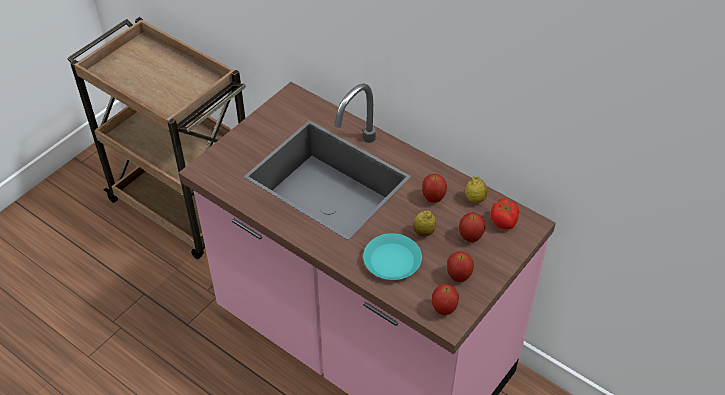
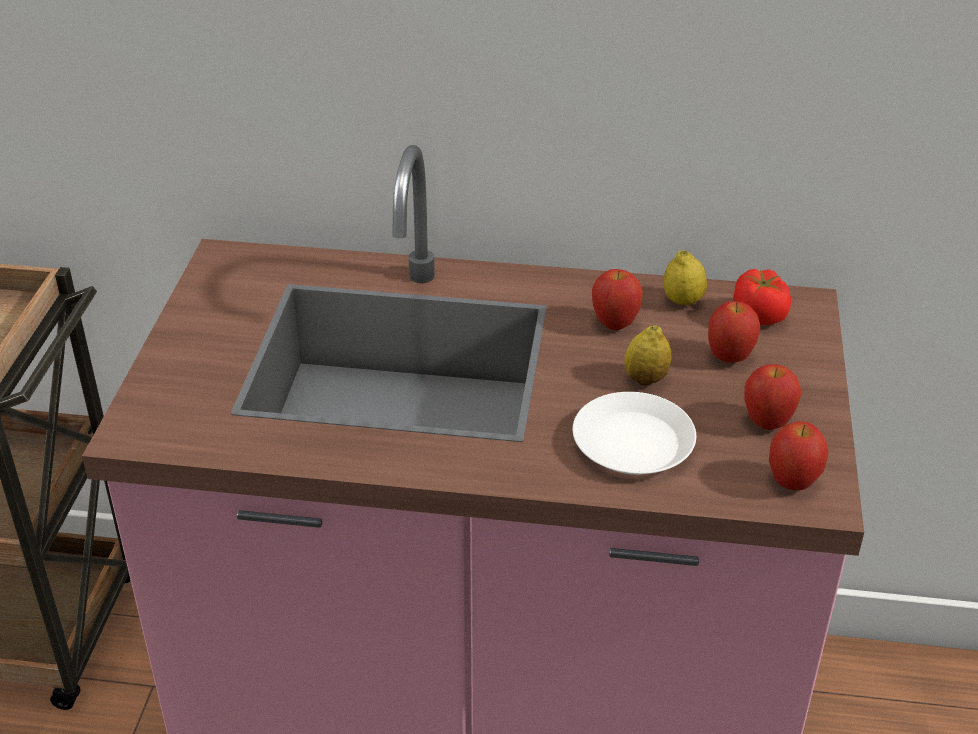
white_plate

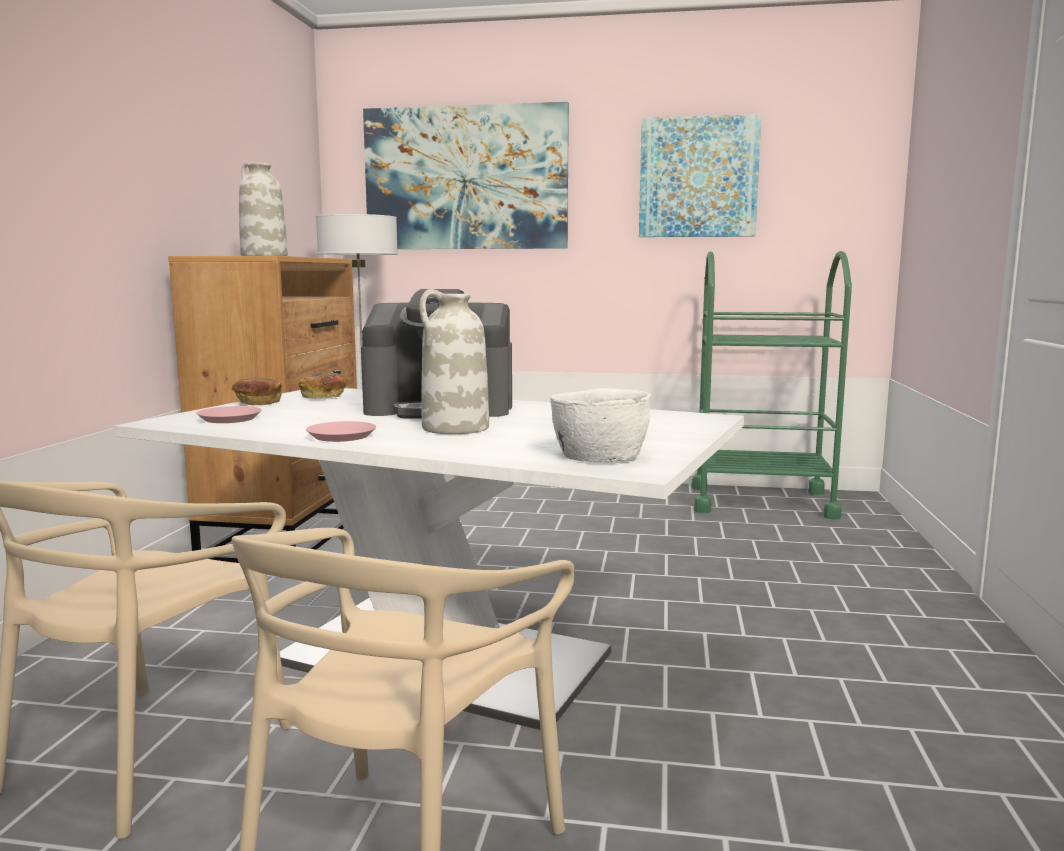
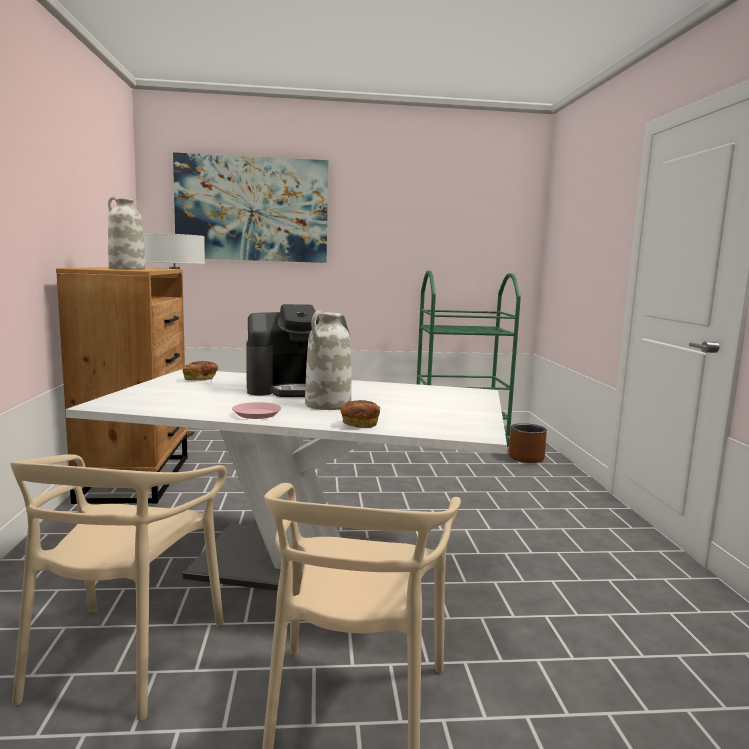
bread (no. 2 from left)
brown_planter
pink_plate (no. 1 from left in the first image)
white_bowl
picture (no. 2 from left in the first image)

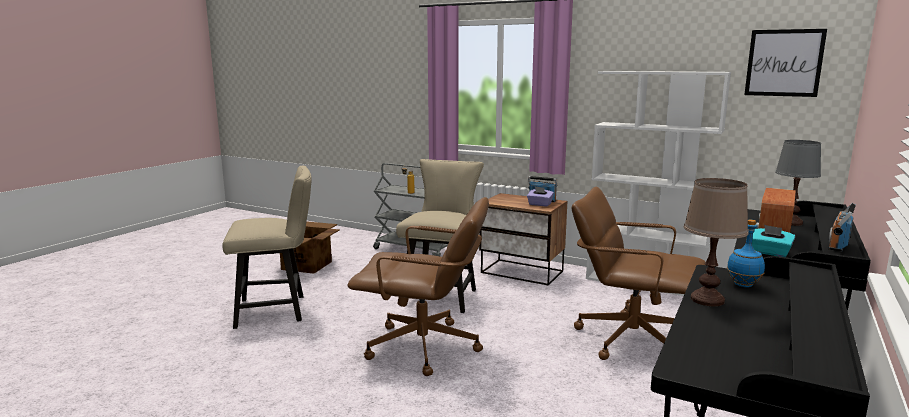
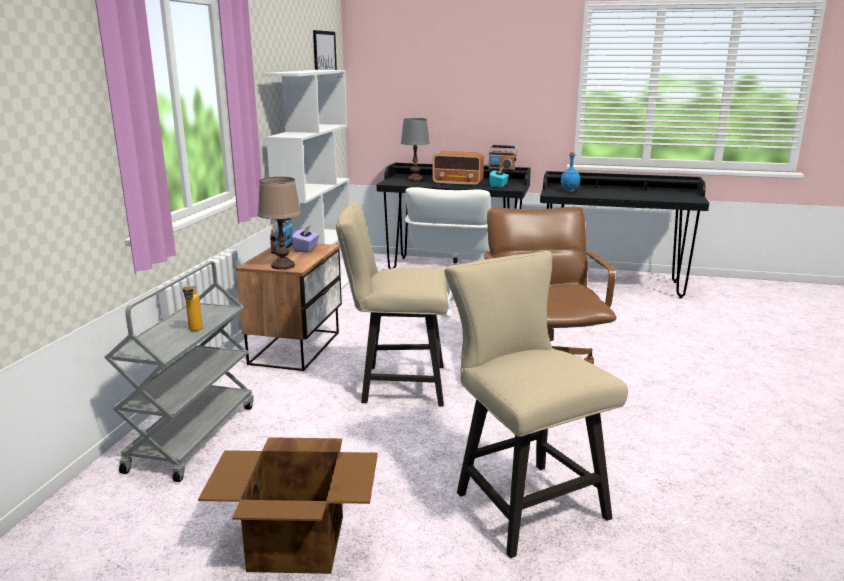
brown_table_lamp
white_office_chair

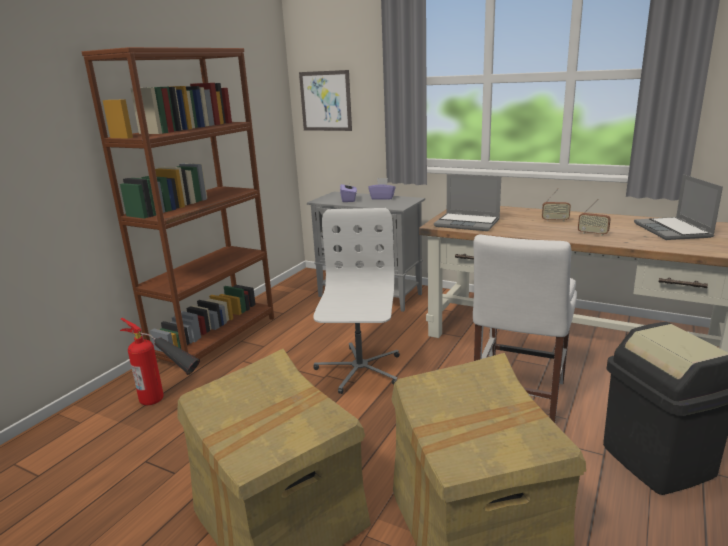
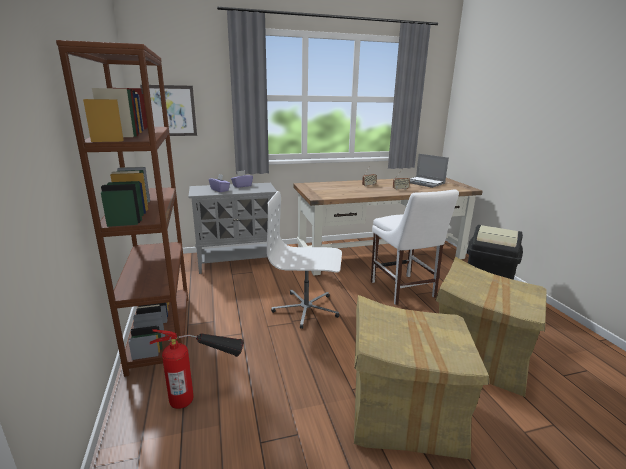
white_office_chair
laptop (no. 1 from left in the first image)

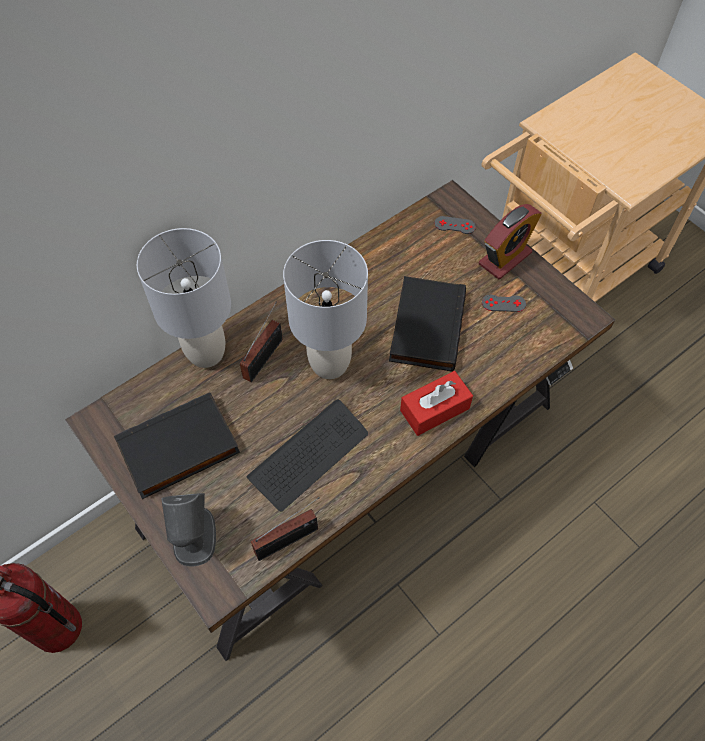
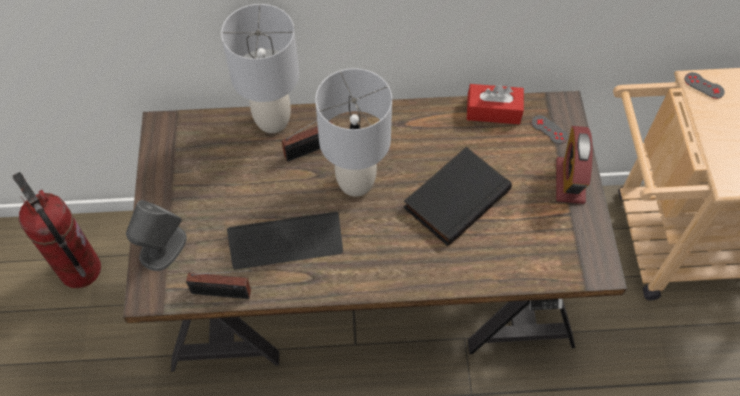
red_tissue_box
alarm_clock
grey_game_controller (no. 2 from left)
black_book (no. 1 from left in the first image)

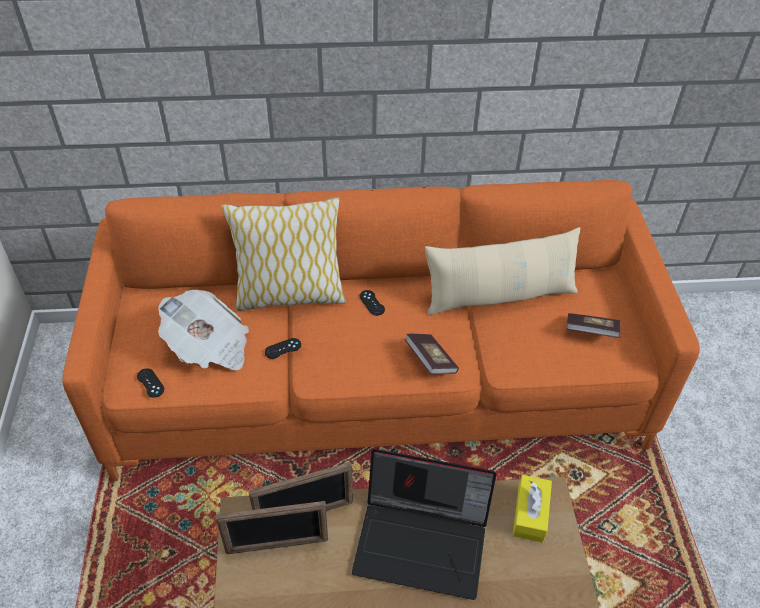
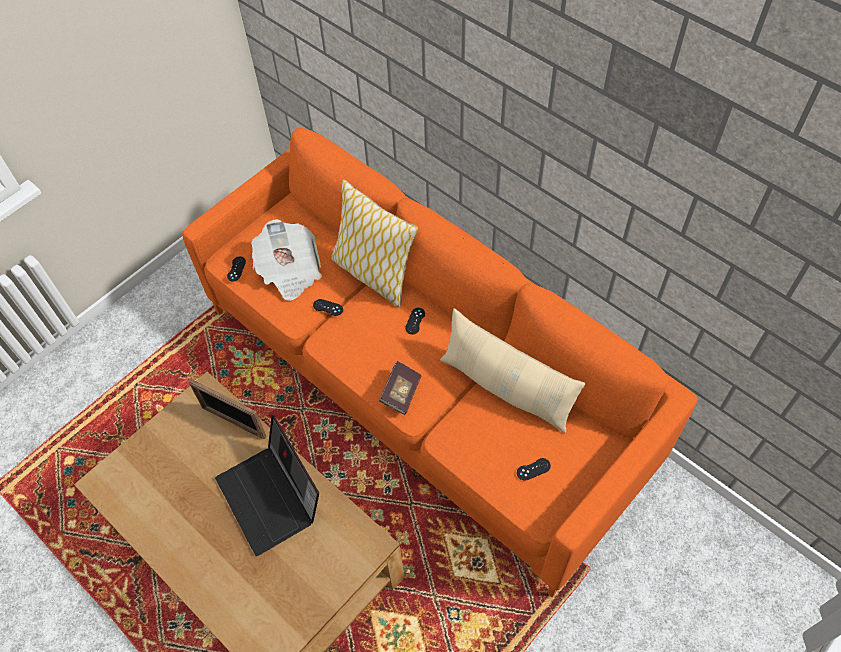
black_game_controller (no. 4 from left)
picture_frame (no. 1 from left in the first image)
yellow_tissue_box

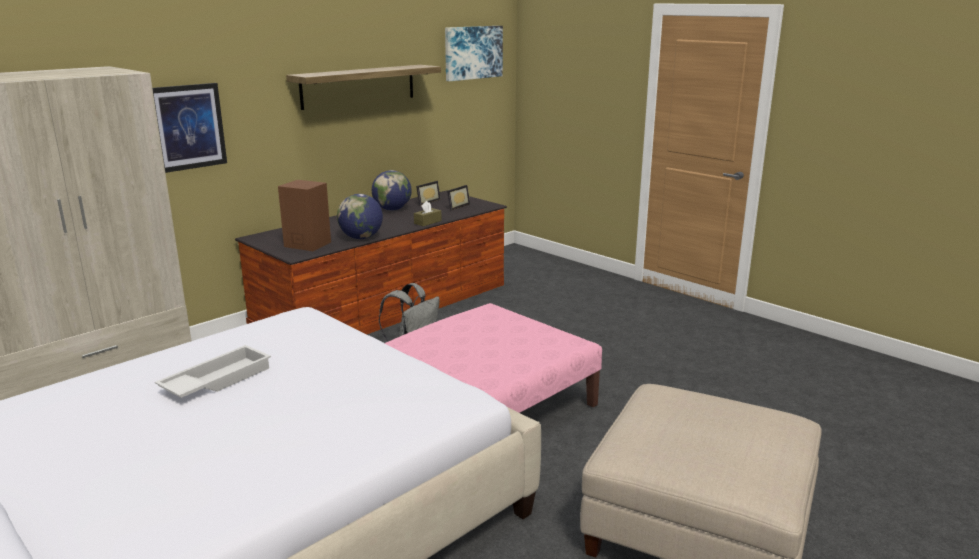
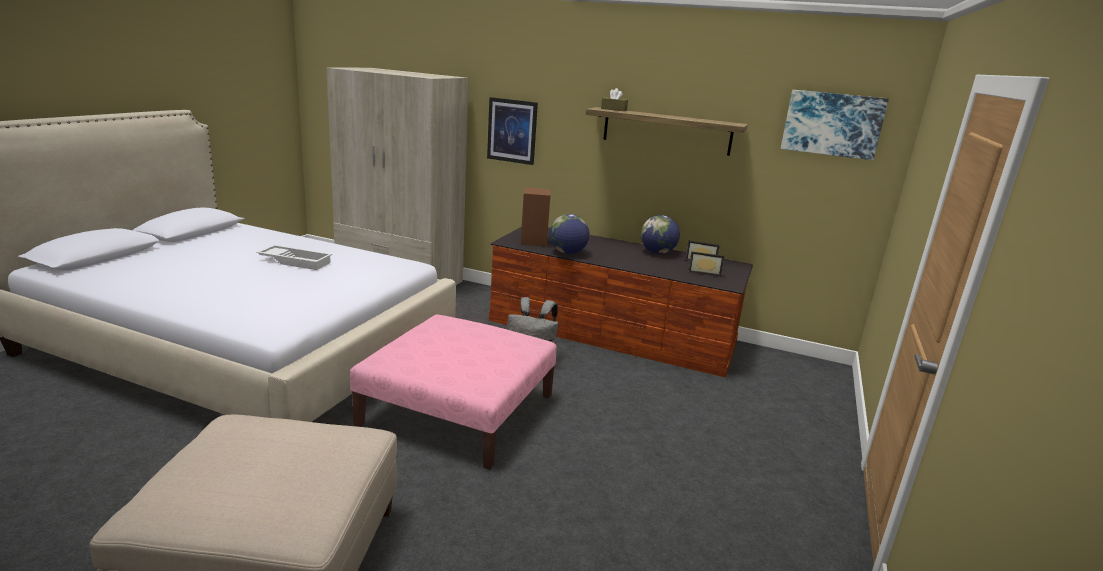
brown_tissue_box

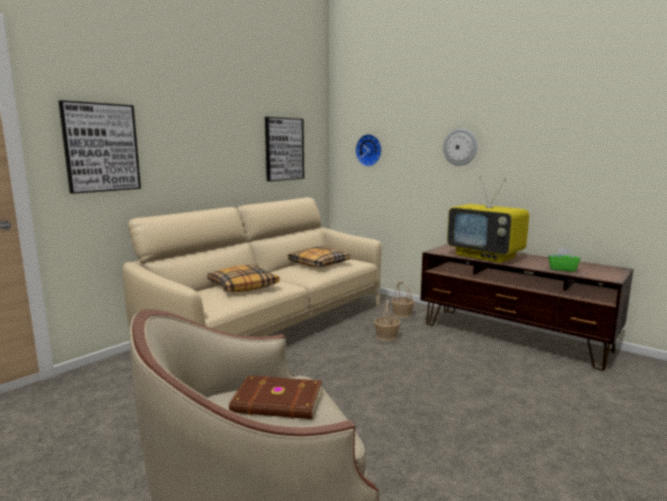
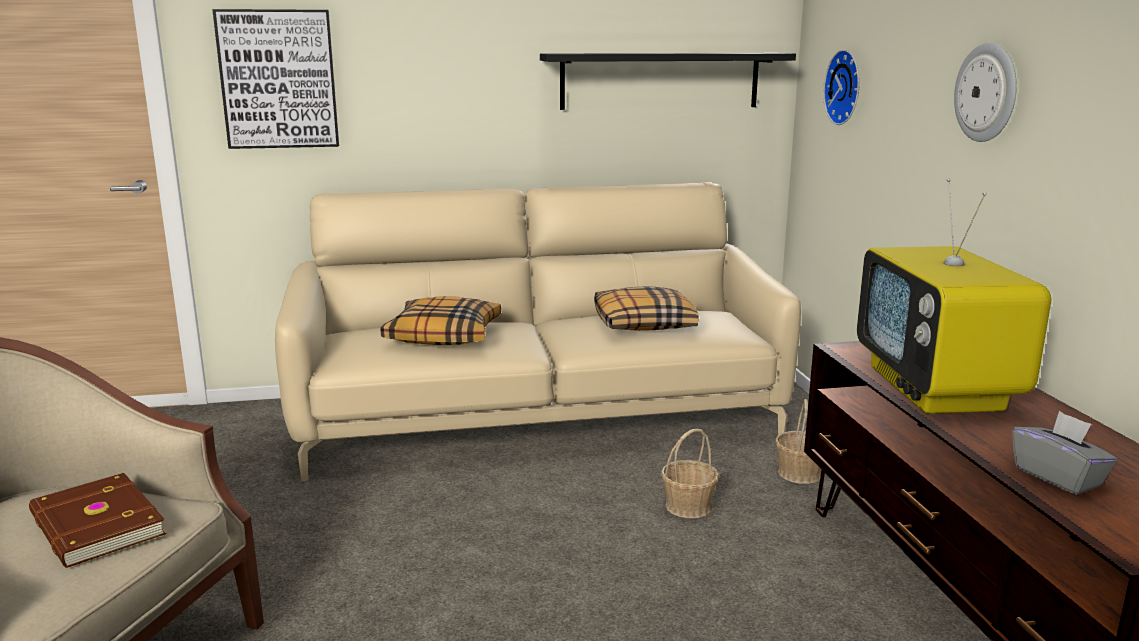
black_shelf
grey_tissue_box

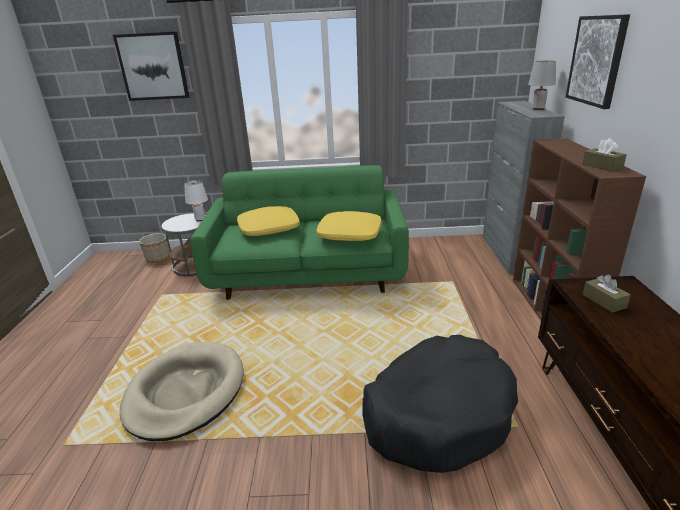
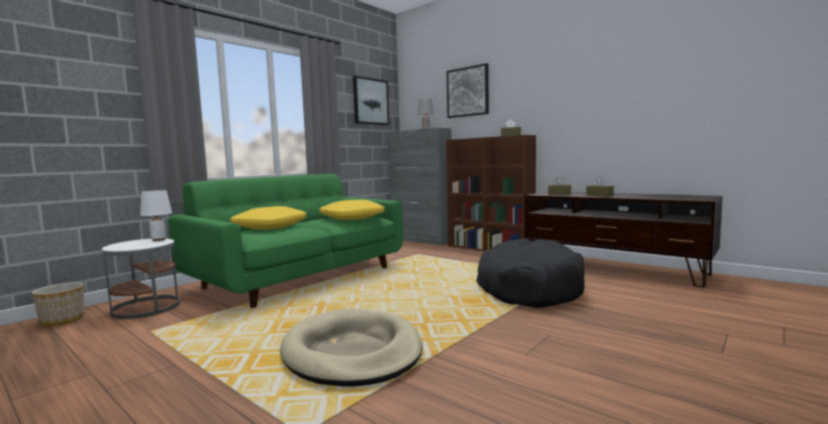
picture (no. 1 from left)
brown_tissue_box (no. 3 from left)

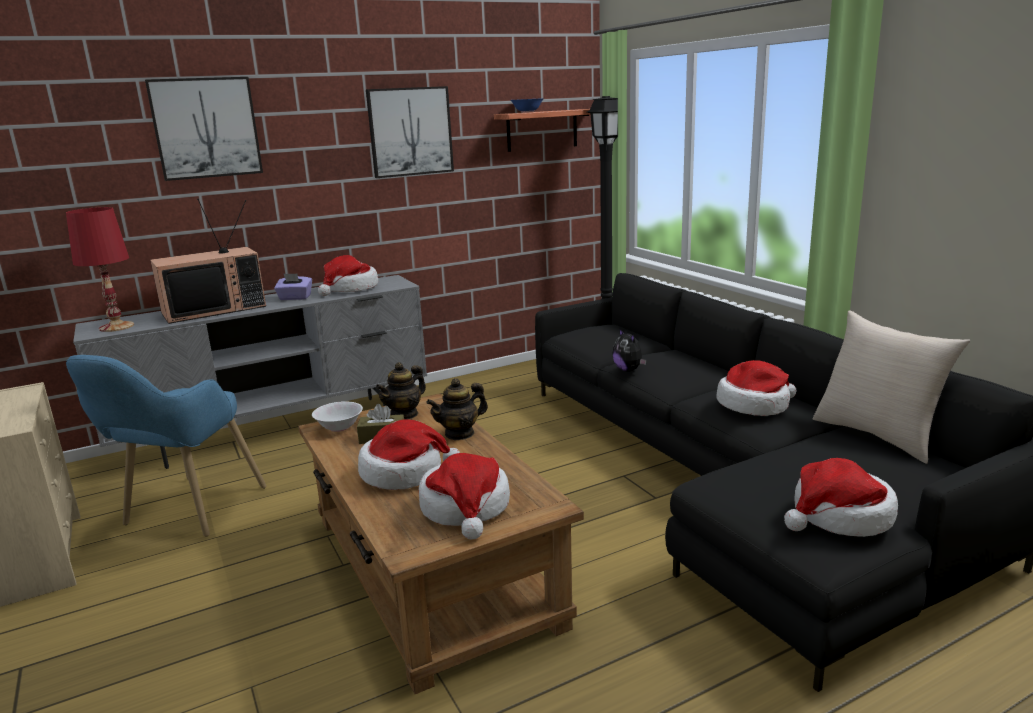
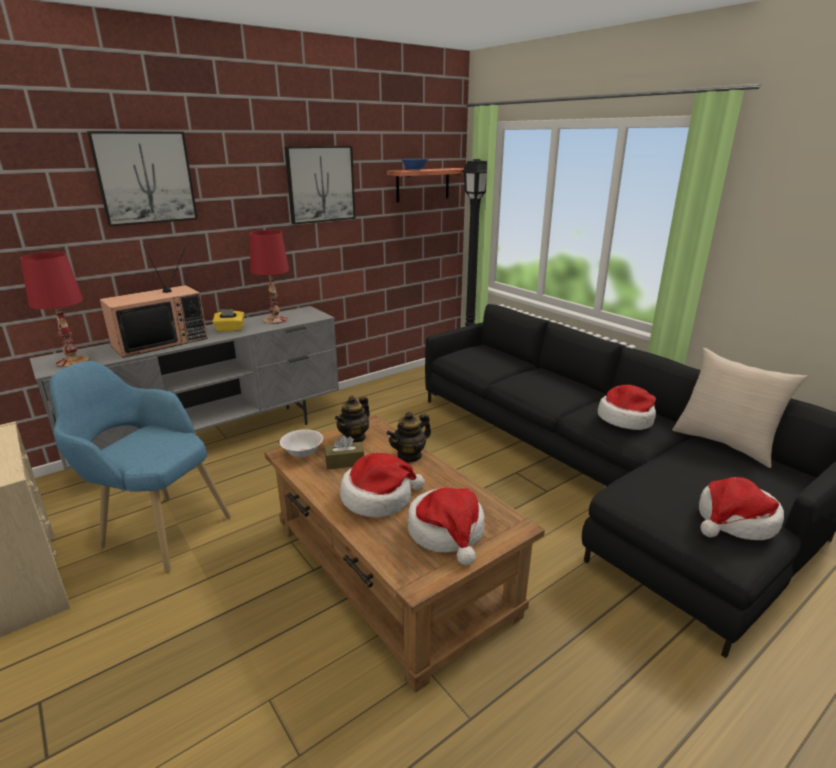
blue_armchair
yellow_tissue_box
red_table_lamp (no. 2 from left)
plush_toy

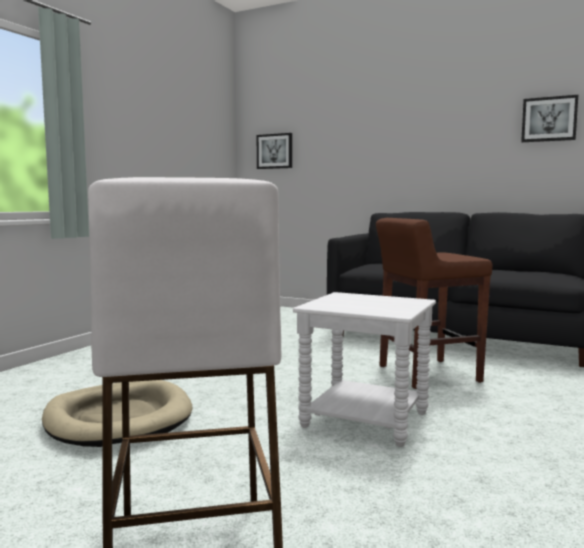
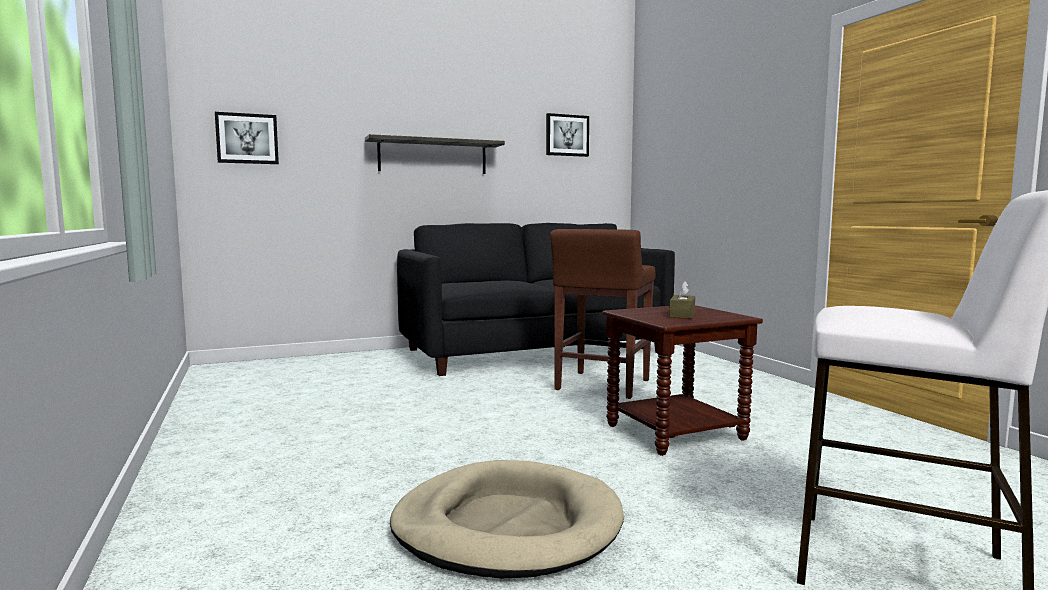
shelf
brown_side_table
brown_tissue_box

